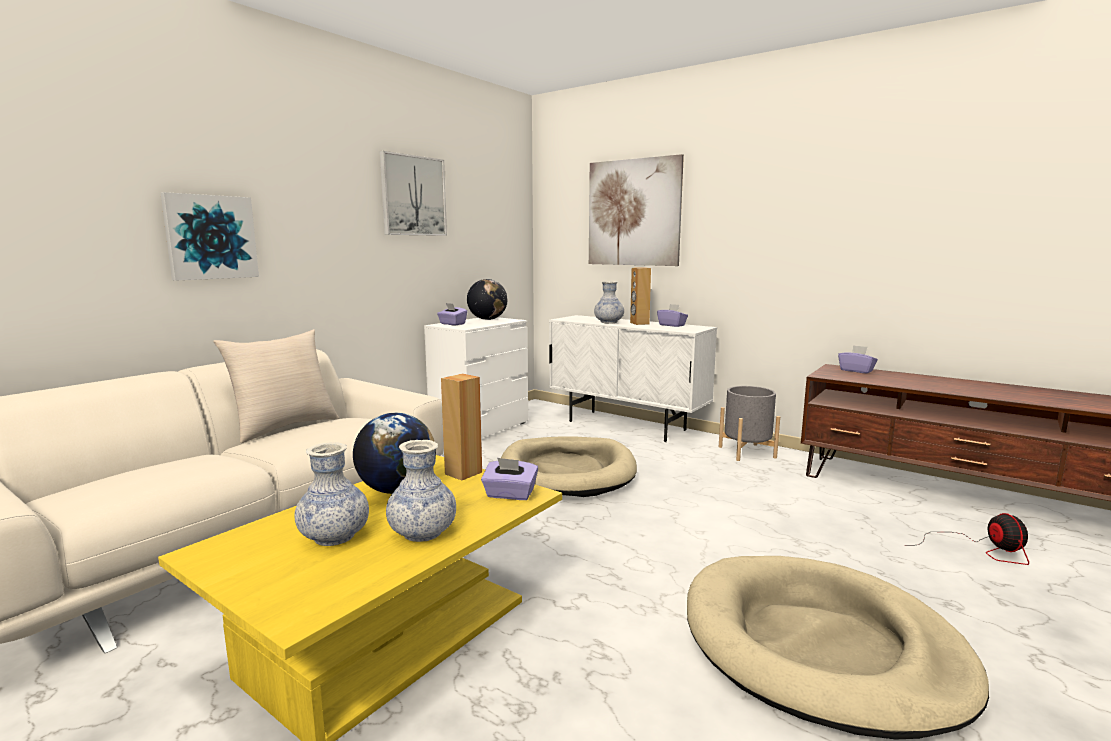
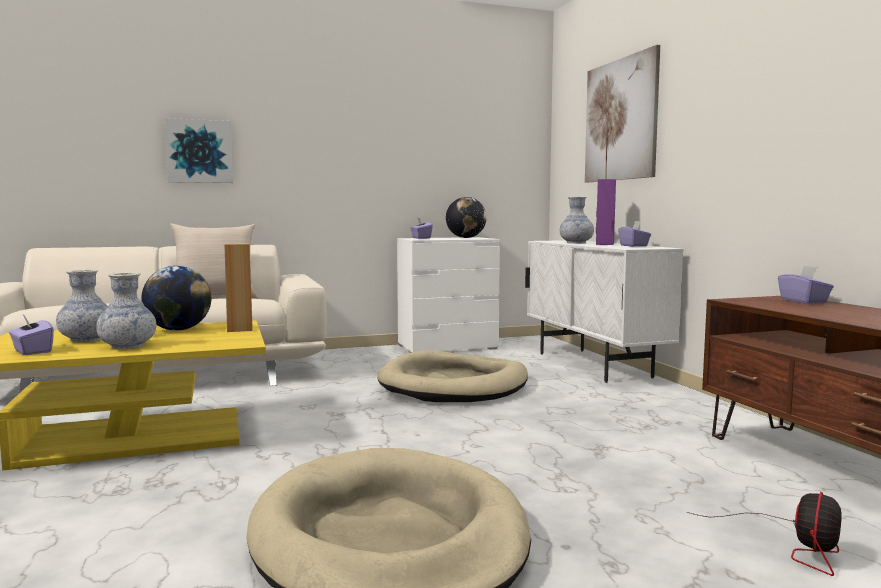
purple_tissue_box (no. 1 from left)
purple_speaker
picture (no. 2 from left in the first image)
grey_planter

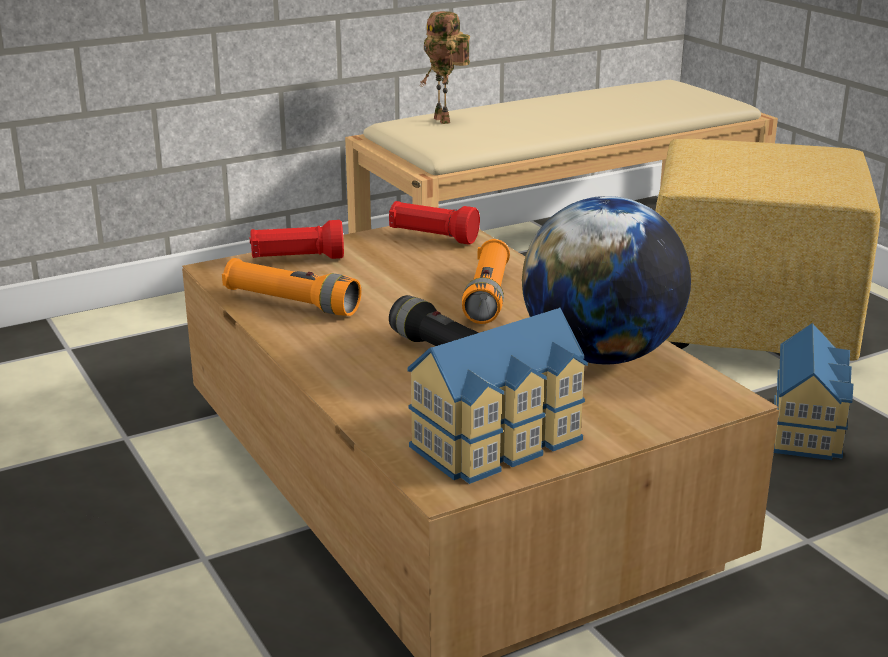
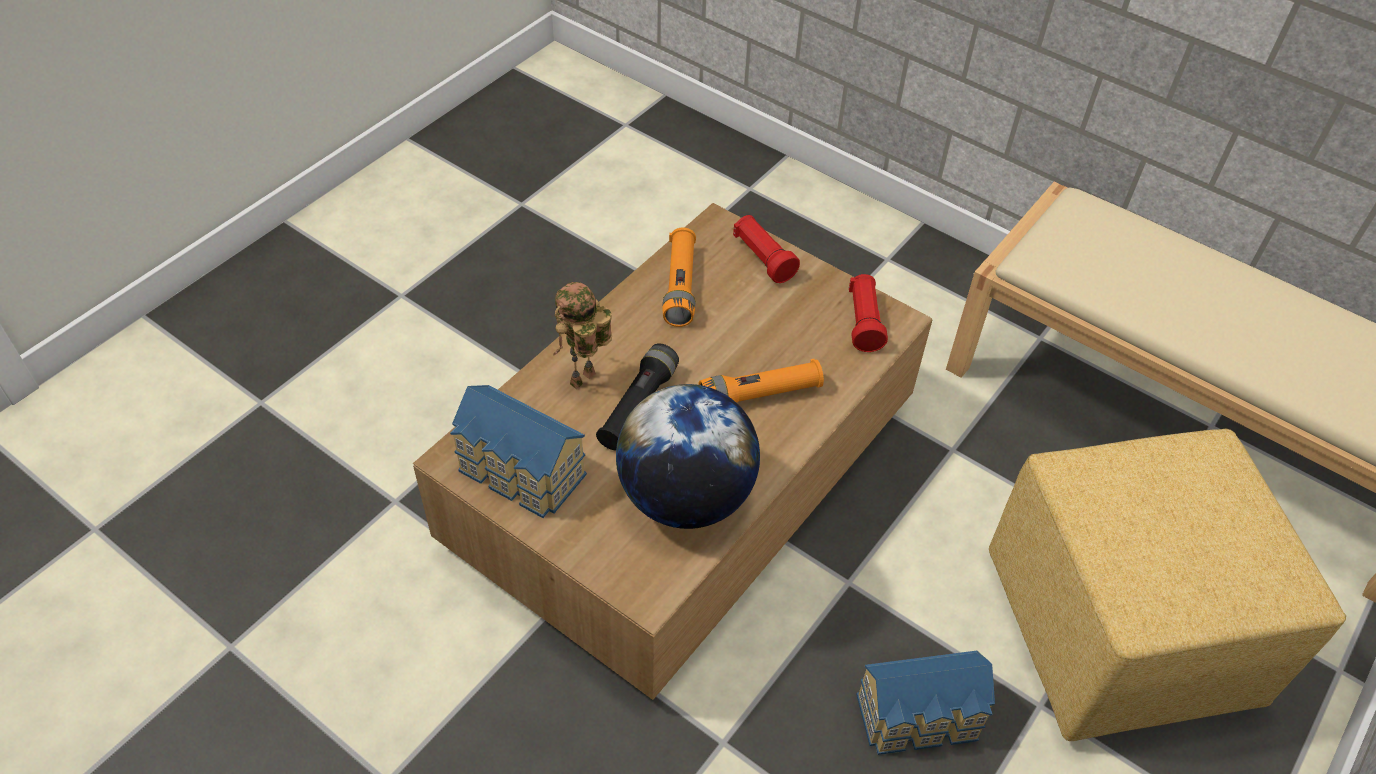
toy_robot

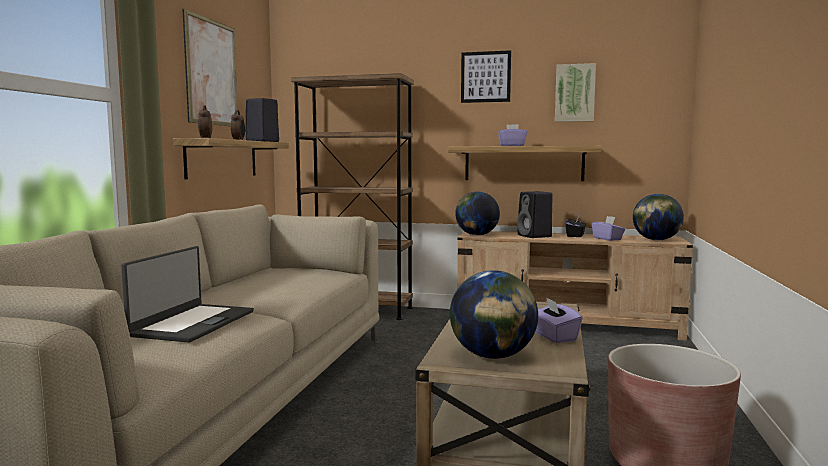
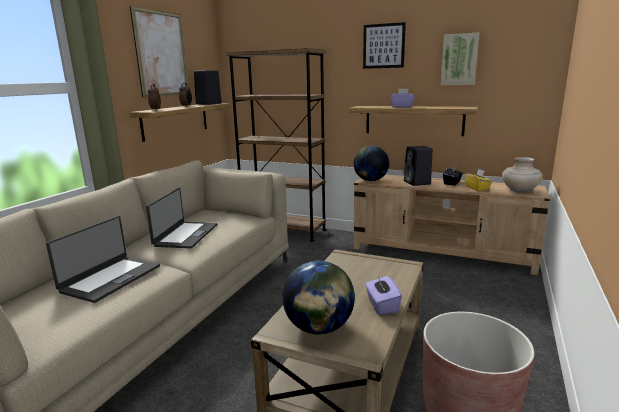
laptop (no. 2 from left)
yellow_tissue_box
beige_vase

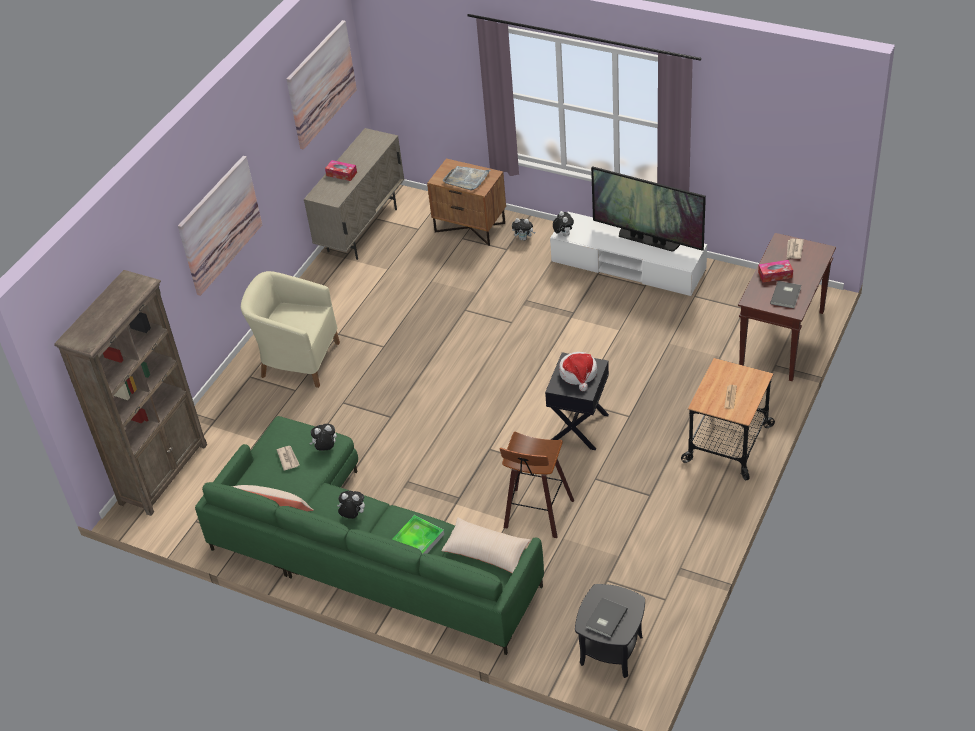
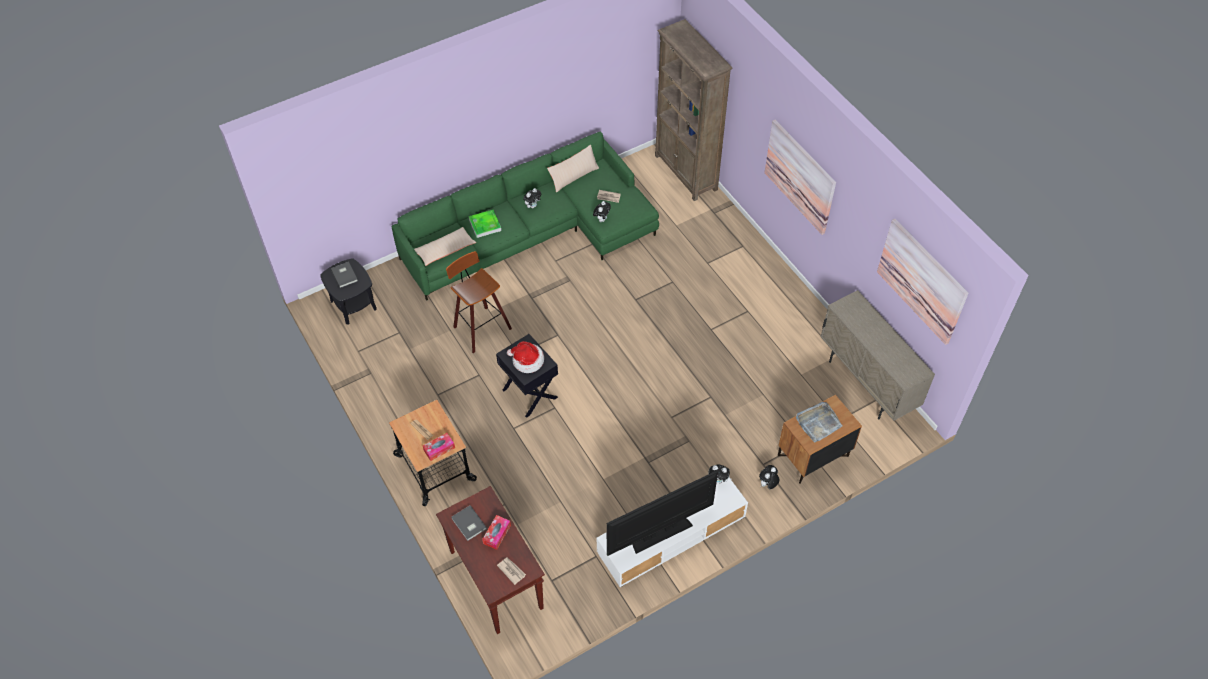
tissue_box (no. 1 from left)
beige_armchair

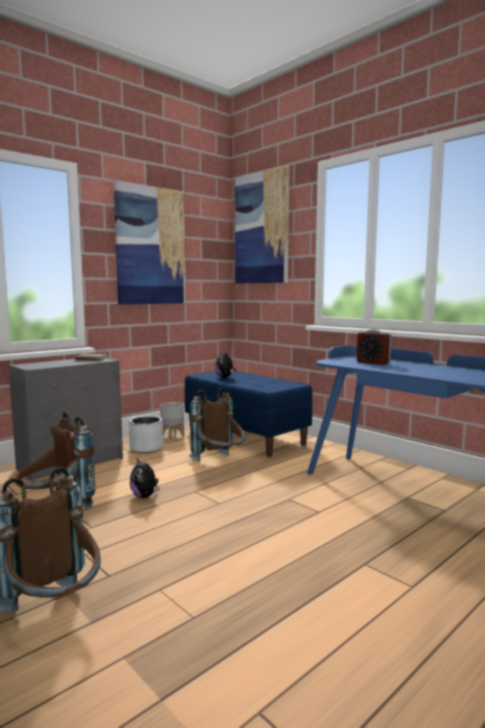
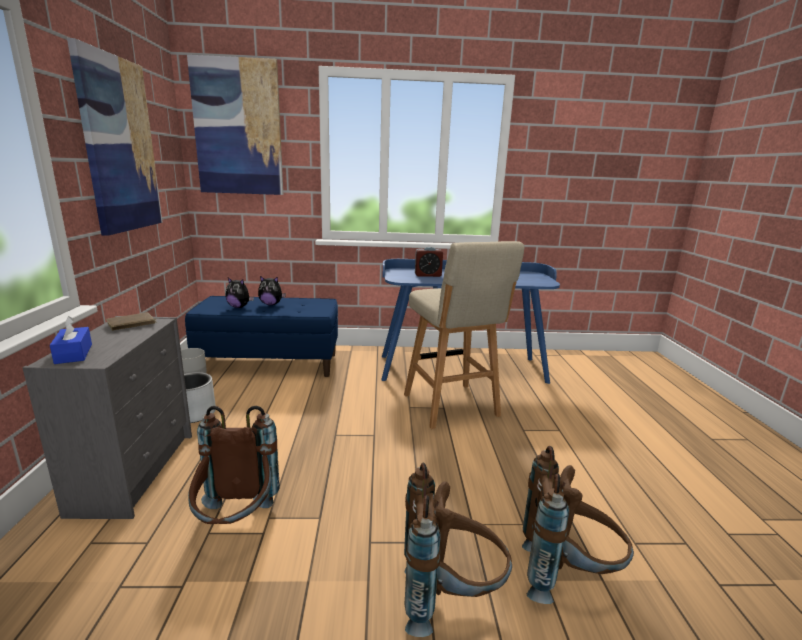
blue_tissue_box
plush_toy (no. 2 from left)
beige_stool
brown_backpack (no. 3 from left)

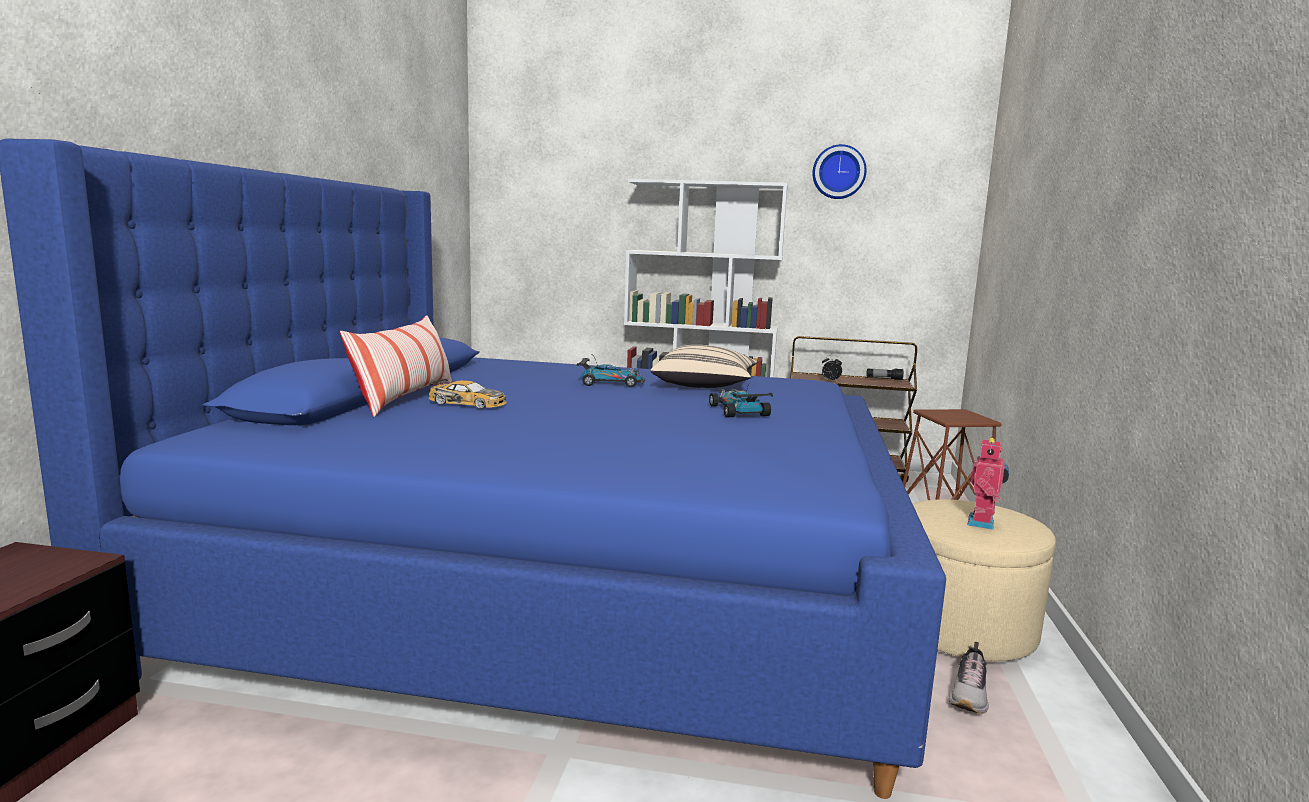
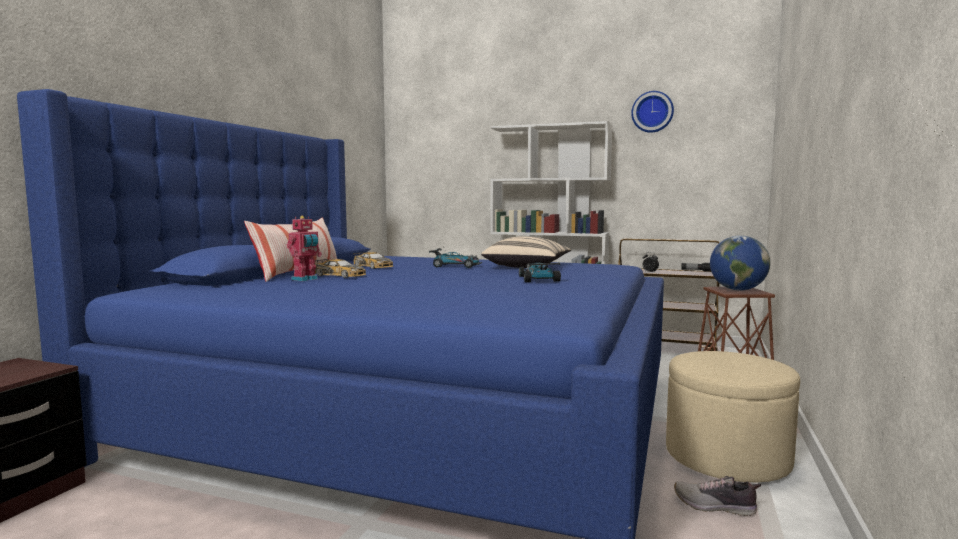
toy_robot
toy_car (no. 2 from left)
shoe
globe

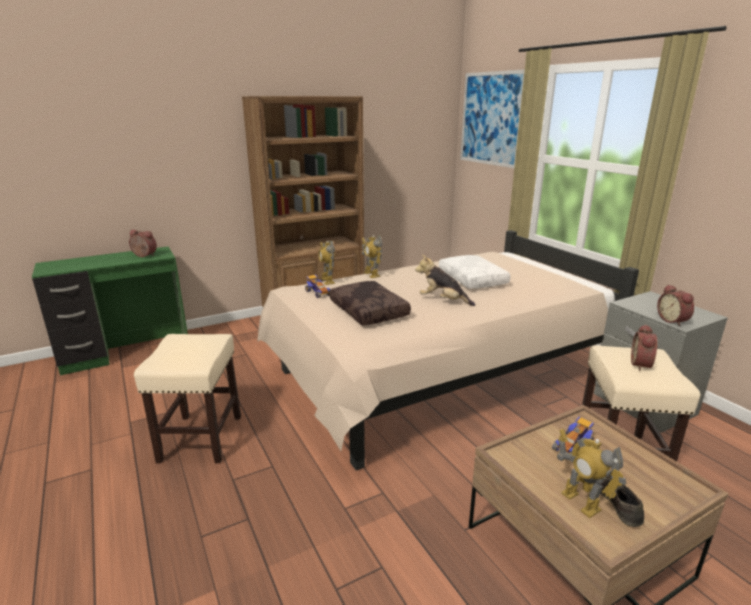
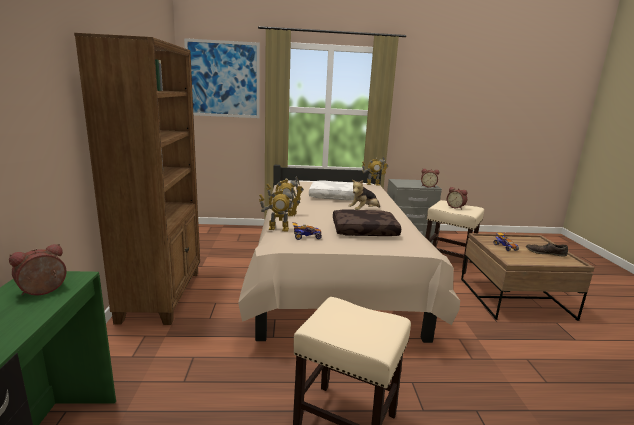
toy_robot (no. 3 from left)

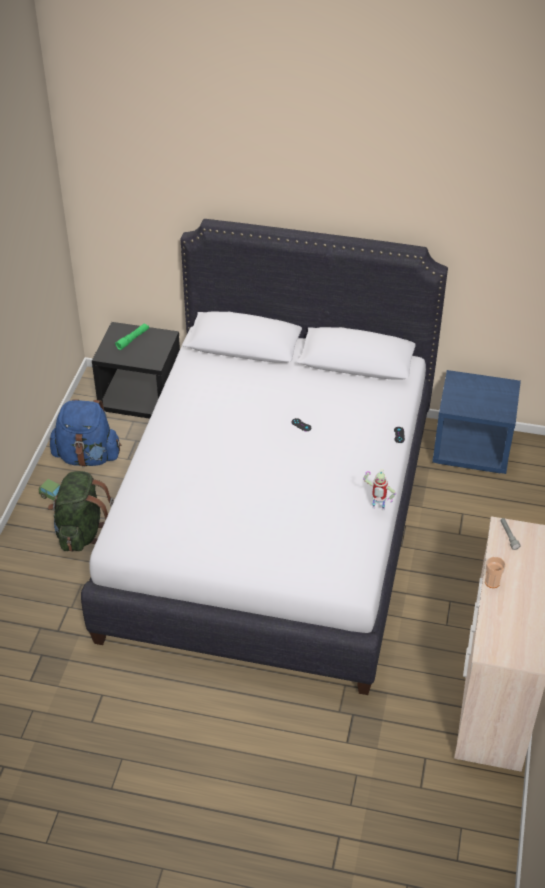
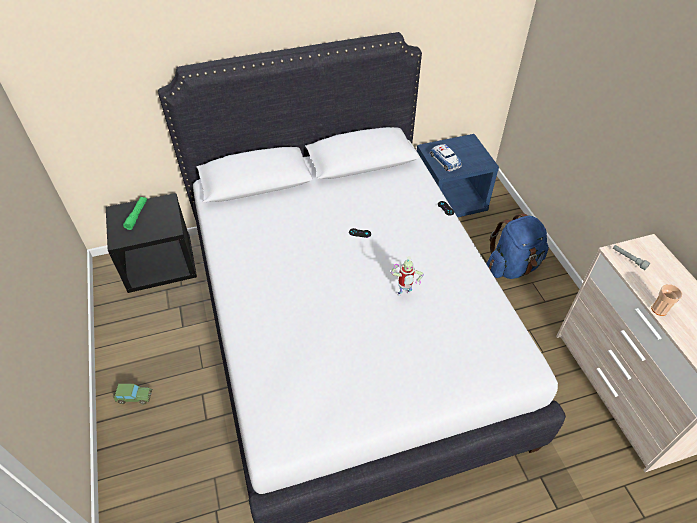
toy_robot
toy_car (no. 2 from left)
blue_backpack
green_backpack

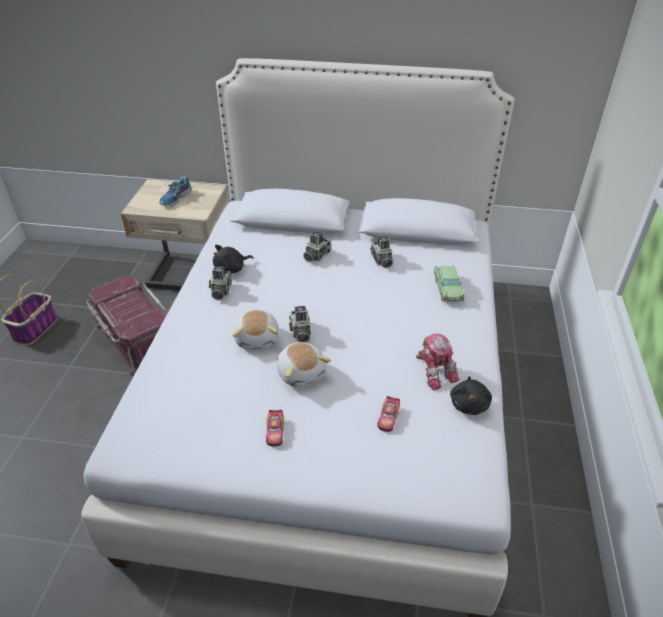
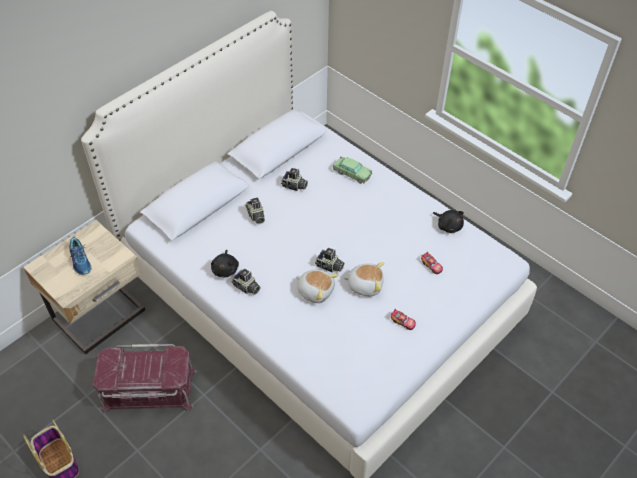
toy_robot

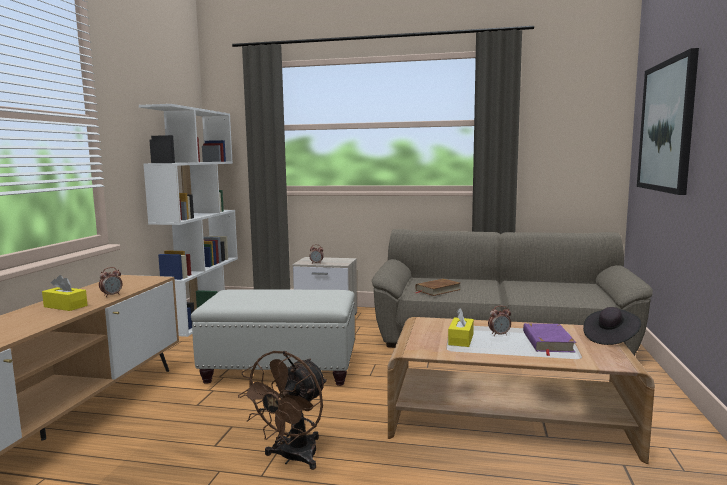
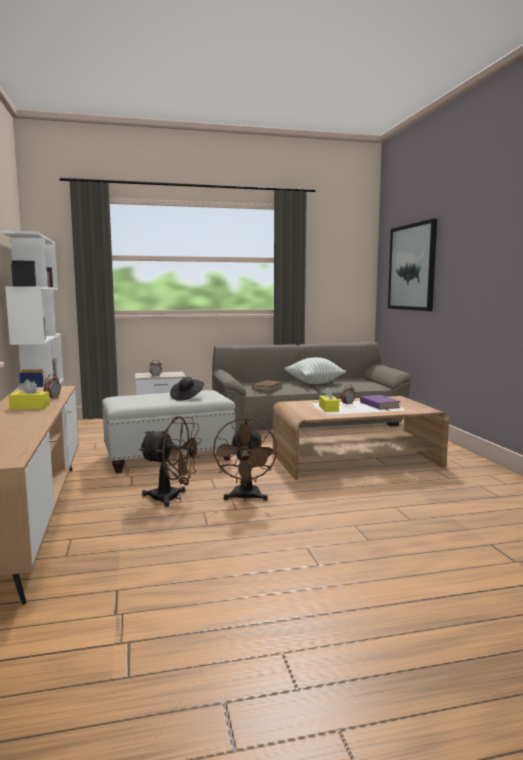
brown_fan (no. 1 from left)
black_hat
pillow

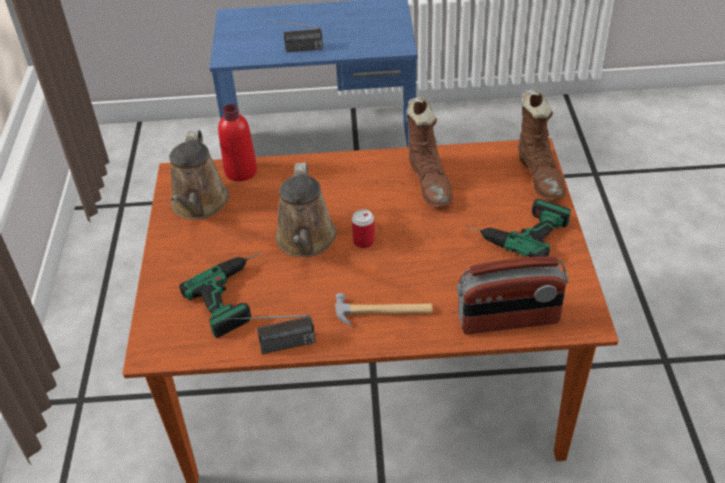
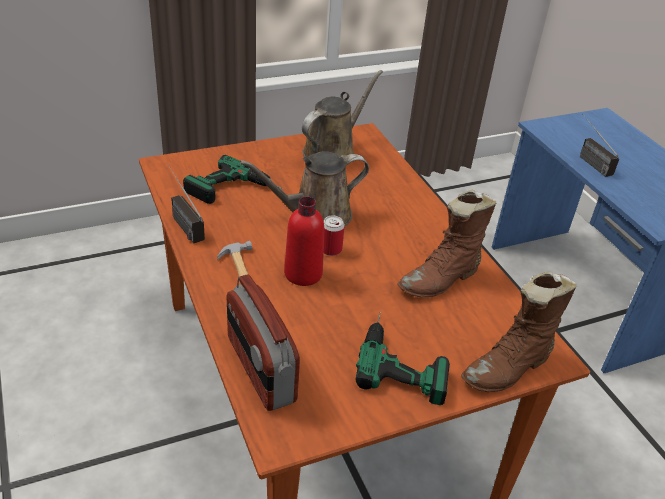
red_bottle
brown_watering_can (no. 2 from left)

